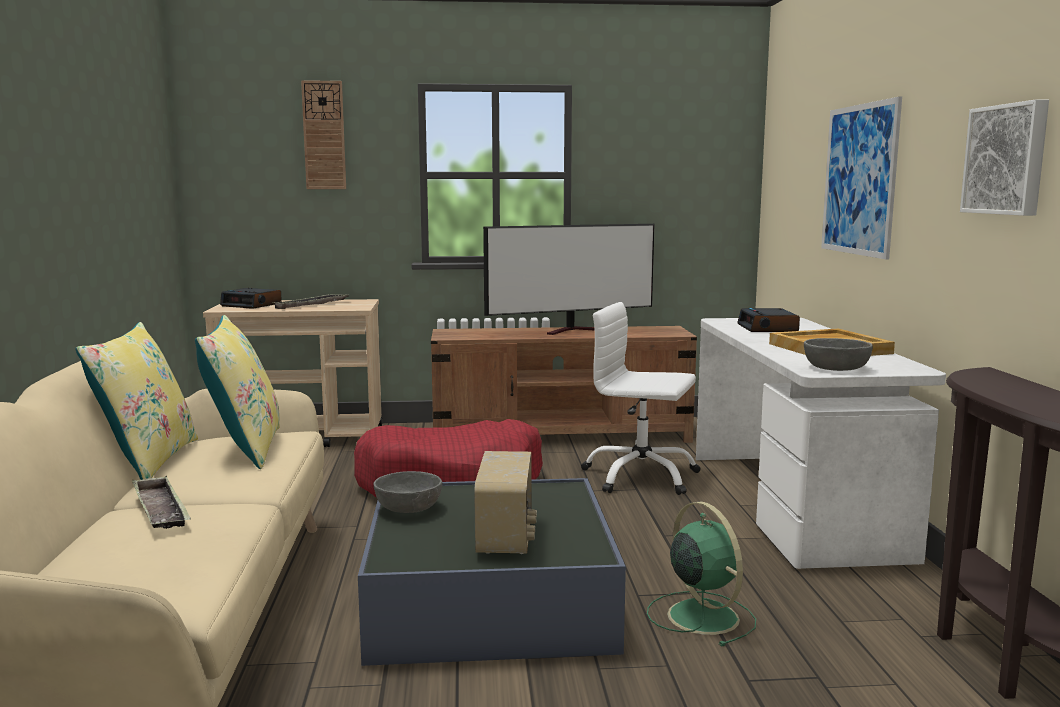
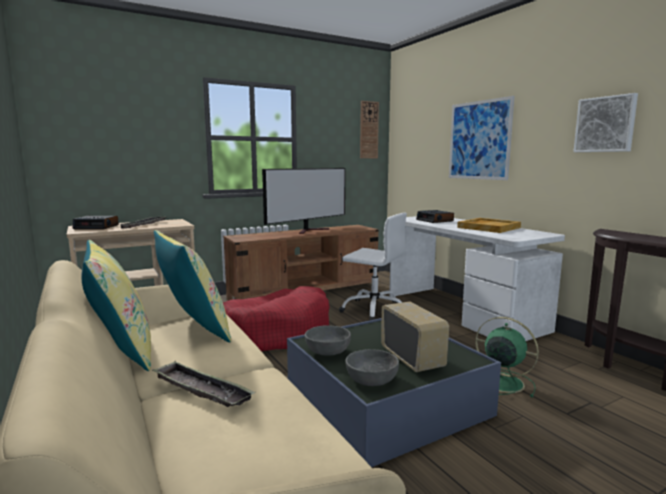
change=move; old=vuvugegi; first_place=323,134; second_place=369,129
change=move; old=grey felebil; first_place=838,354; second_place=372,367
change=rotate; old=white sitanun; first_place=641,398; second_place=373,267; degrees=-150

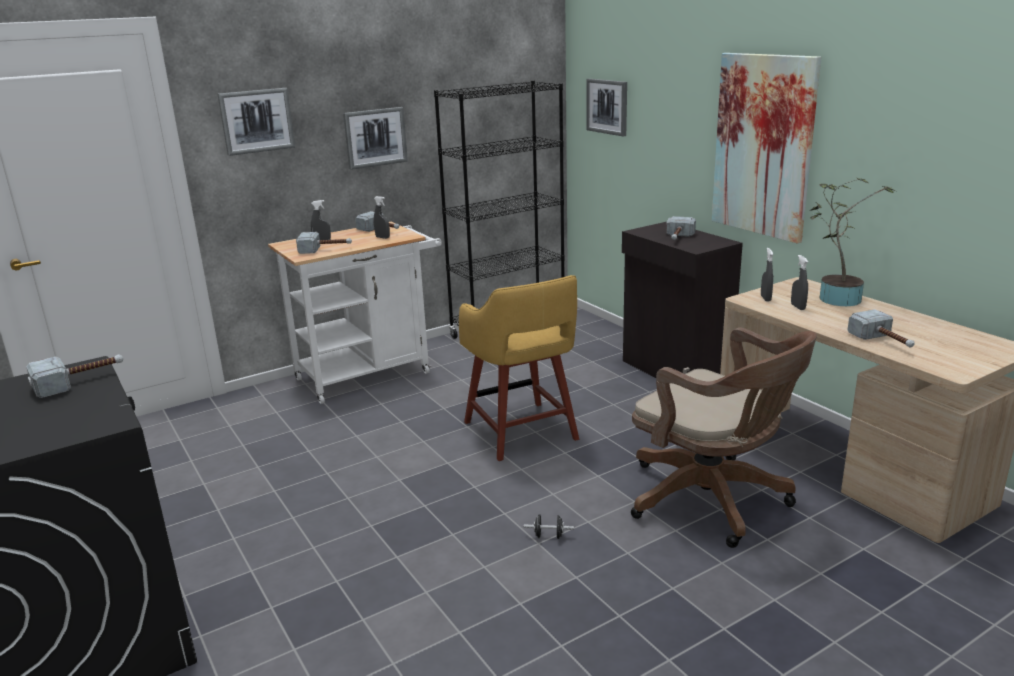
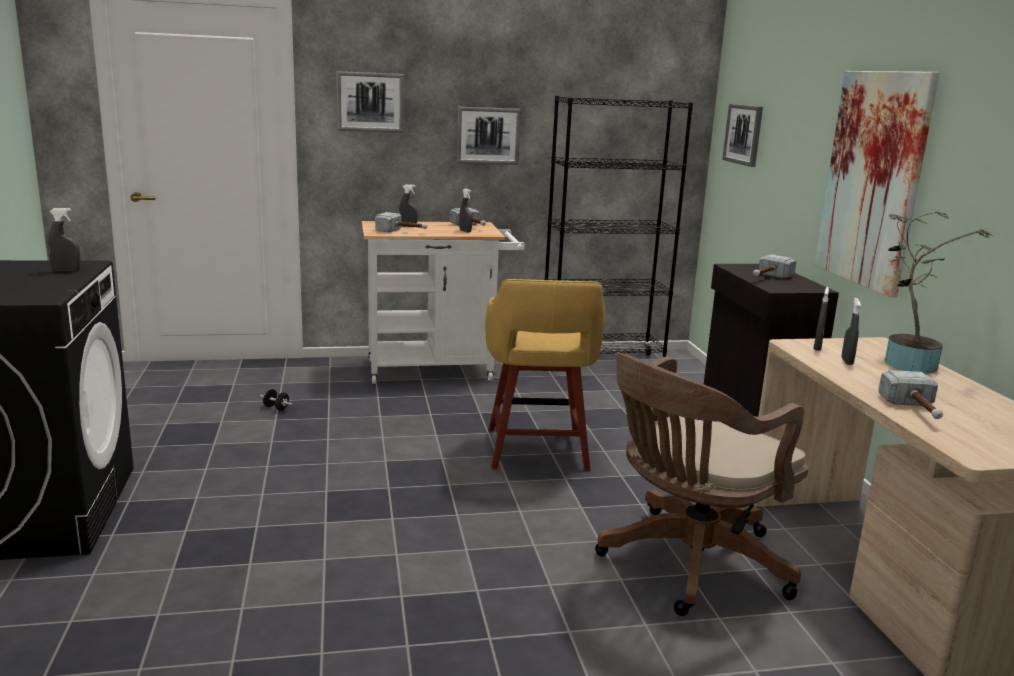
change=move; old=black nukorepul; first_place=549,526; second_place=276,400
change=replace; old=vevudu; new=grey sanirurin; first_place=74,376; second_place=64,240
change=rotate; old=brown sitanun; first_place=724,437; second_place=702,484; degrees=75

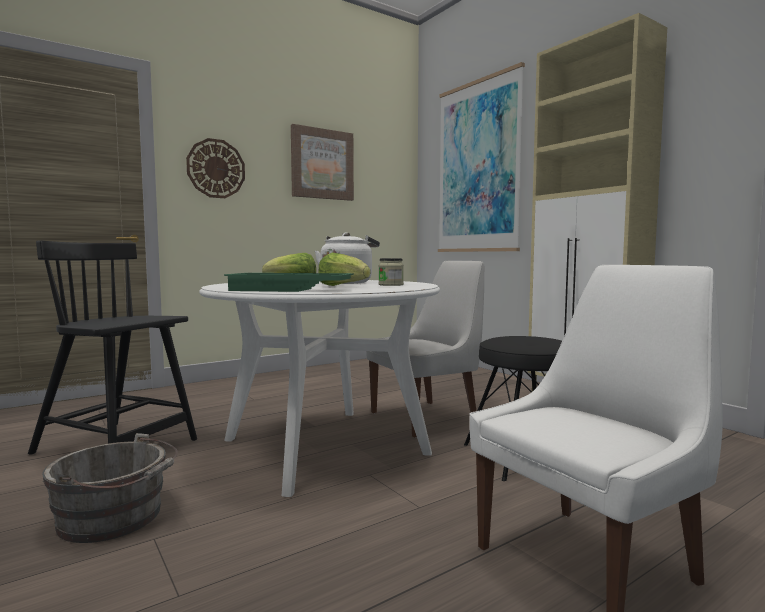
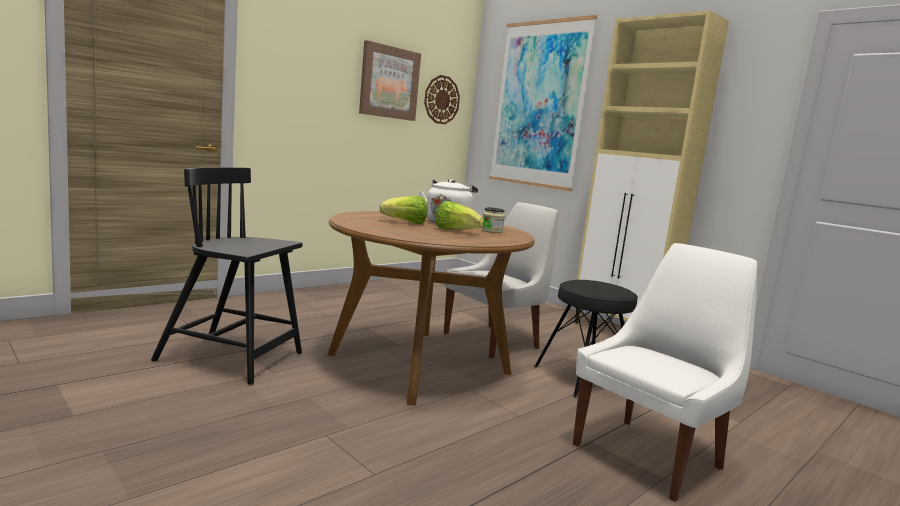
change=delete; old=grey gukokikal; first_place=110,488
change=delete; old=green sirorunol; first_place=289,282
change=move; old=vuvugegi; first_place=215,168; second_place=442,99
change=recolor; old=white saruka; new=brown saruka; first_place=319,388; second_place=431,308

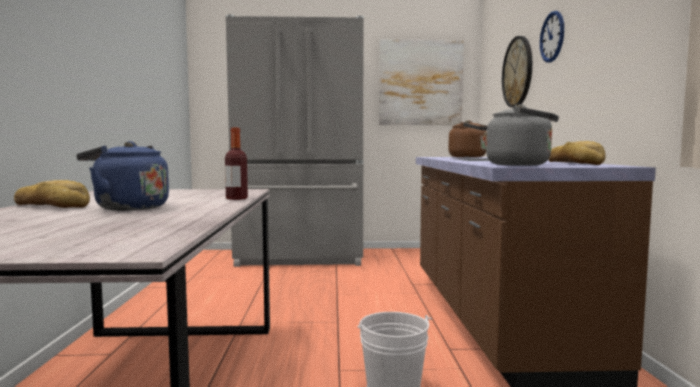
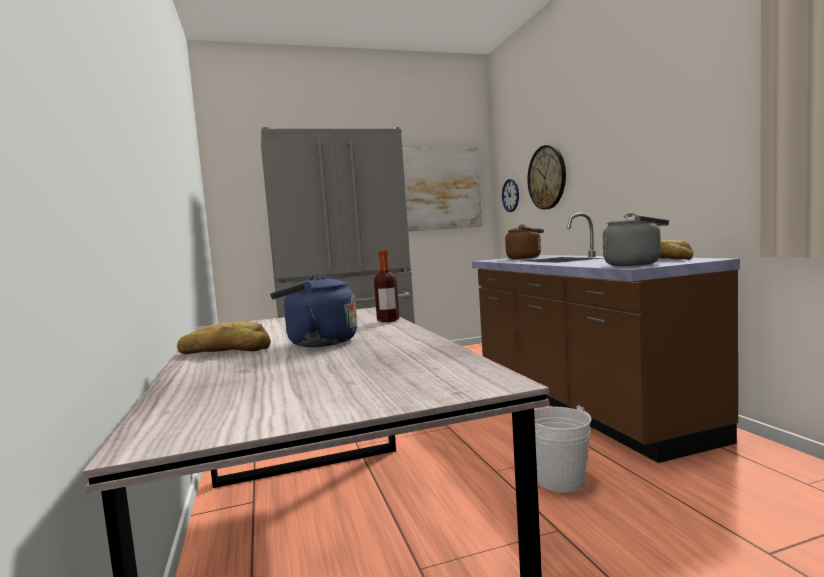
change=move; old=vuvugegi; first_place=552,36; second_place=510,195

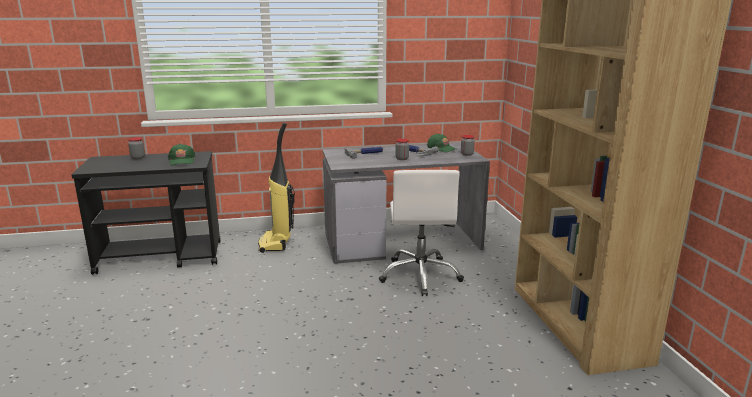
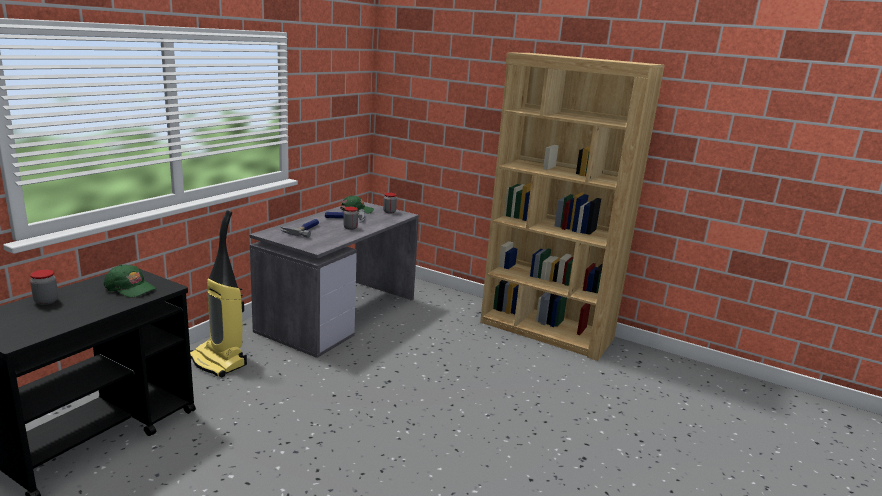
change=delete; old=white sitanun; first_place=421,233

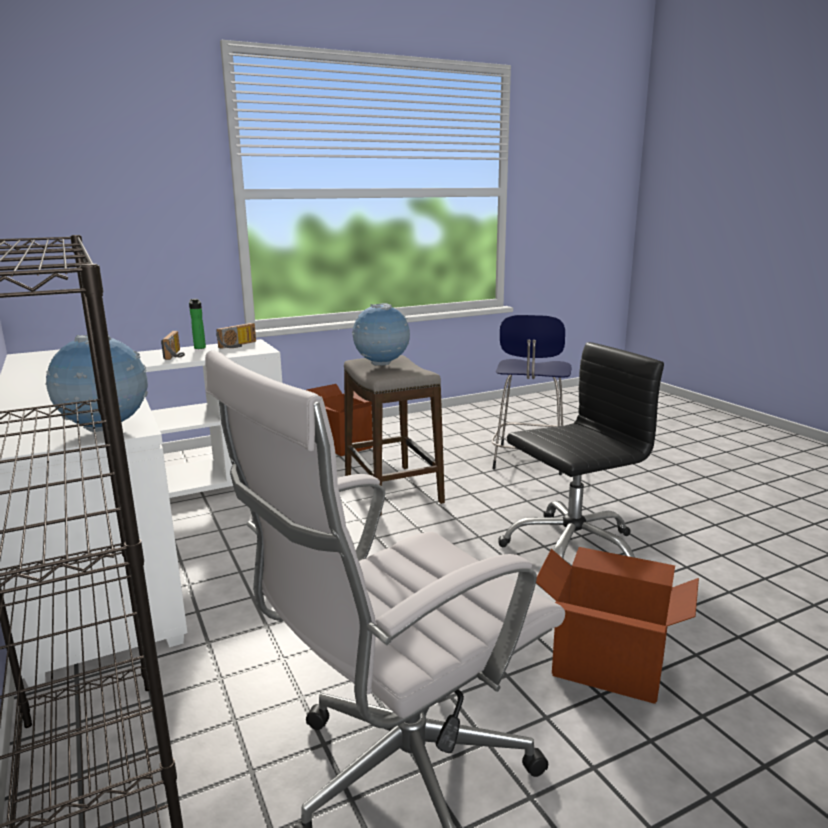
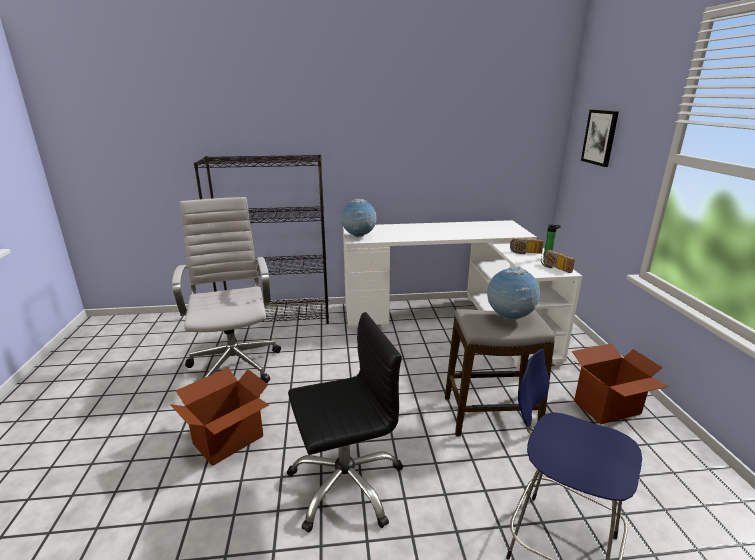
change=insert; new=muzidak; second_place=600,138
change=rotate; old=black sitanun; first_place=581,450; second_place=345,422; degrees=-105

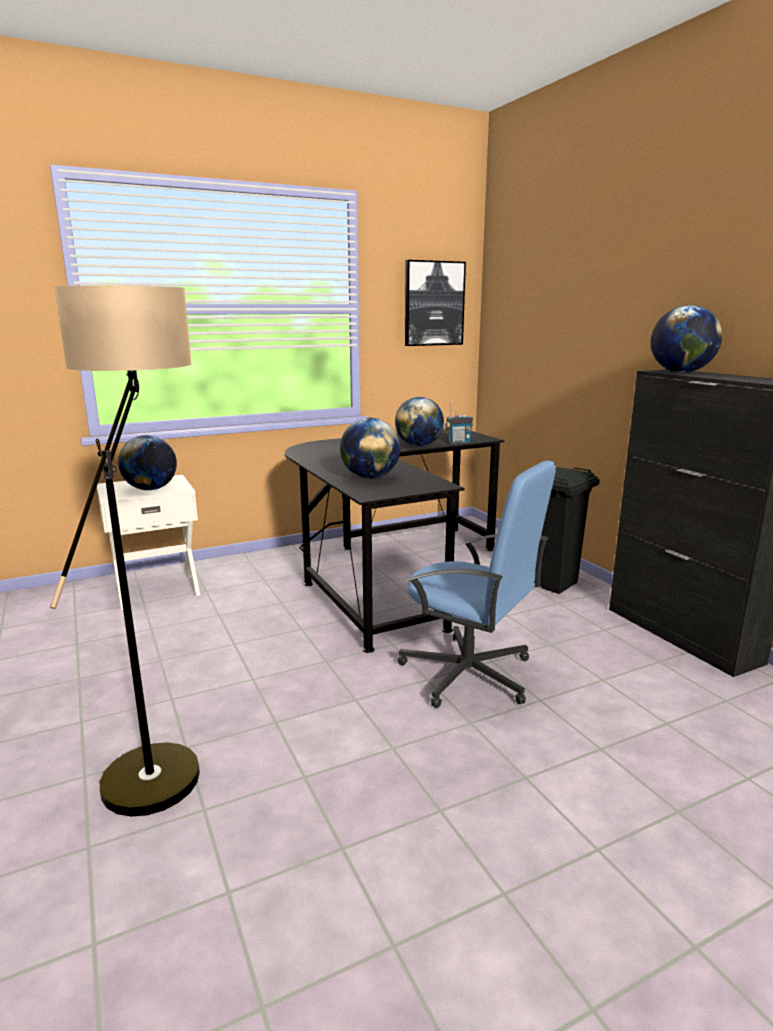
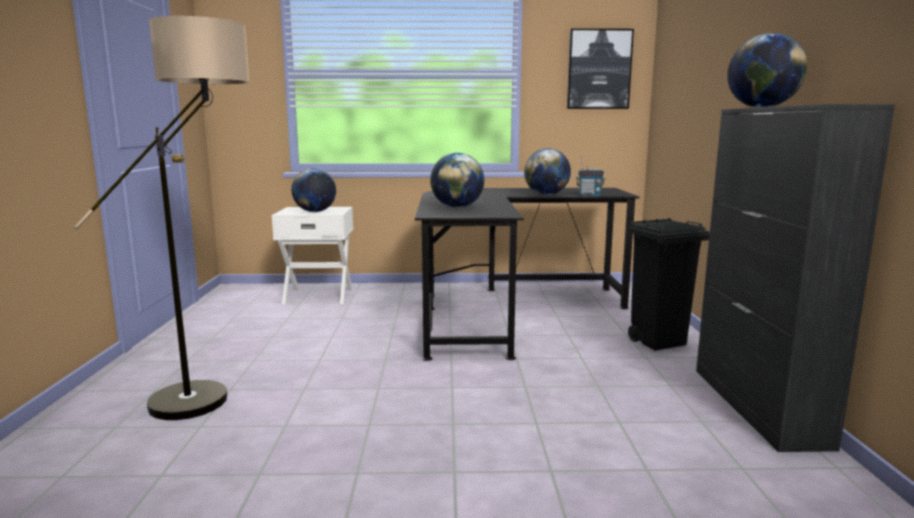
change=delete; old=blue sitanun; first_place=477,584

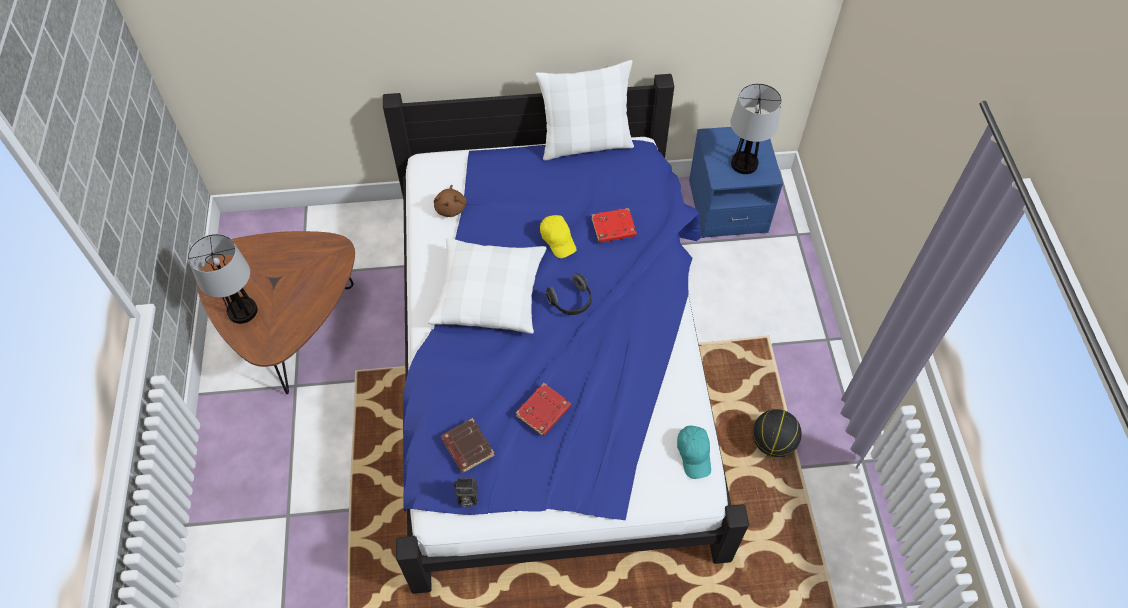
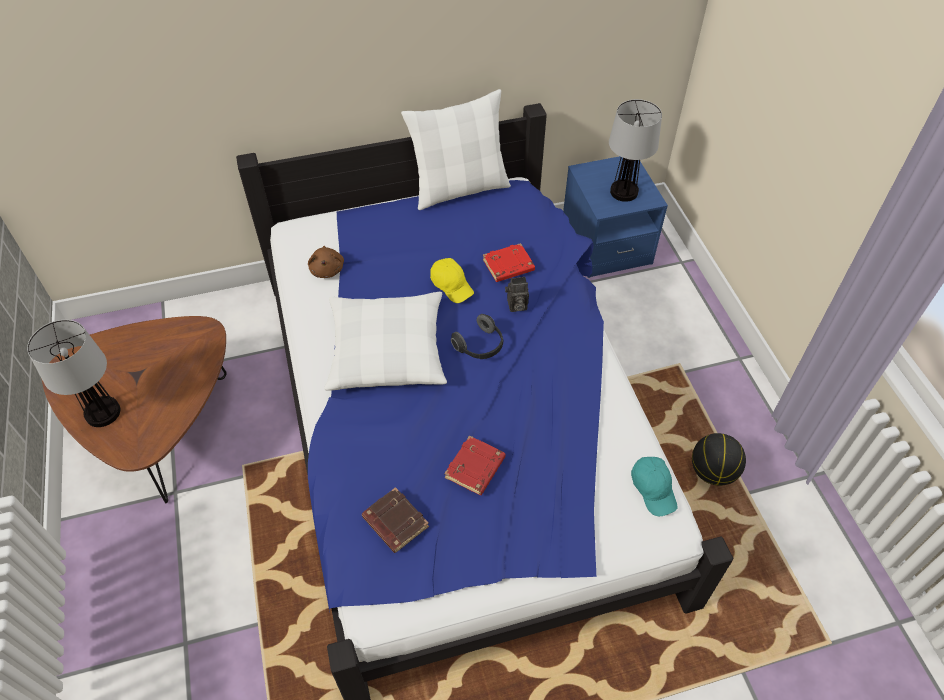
change=move; old=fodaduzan; first_place=466,492; second_place=517,294

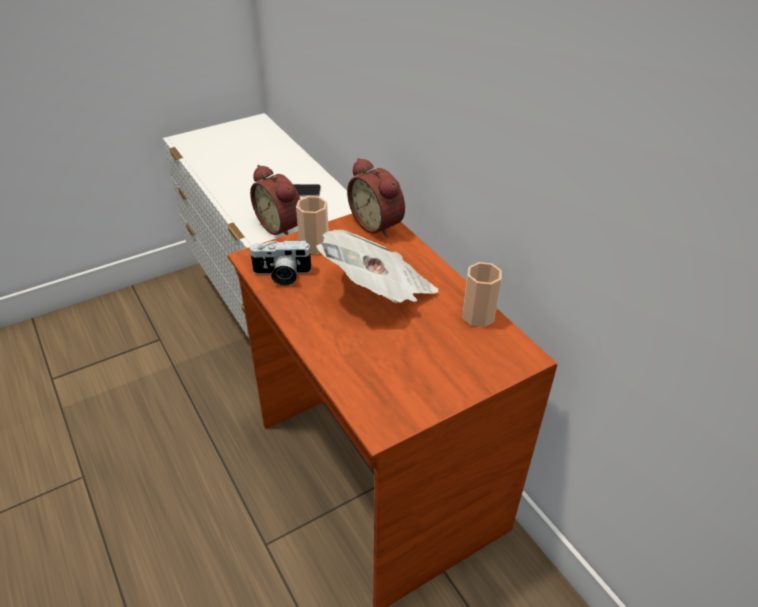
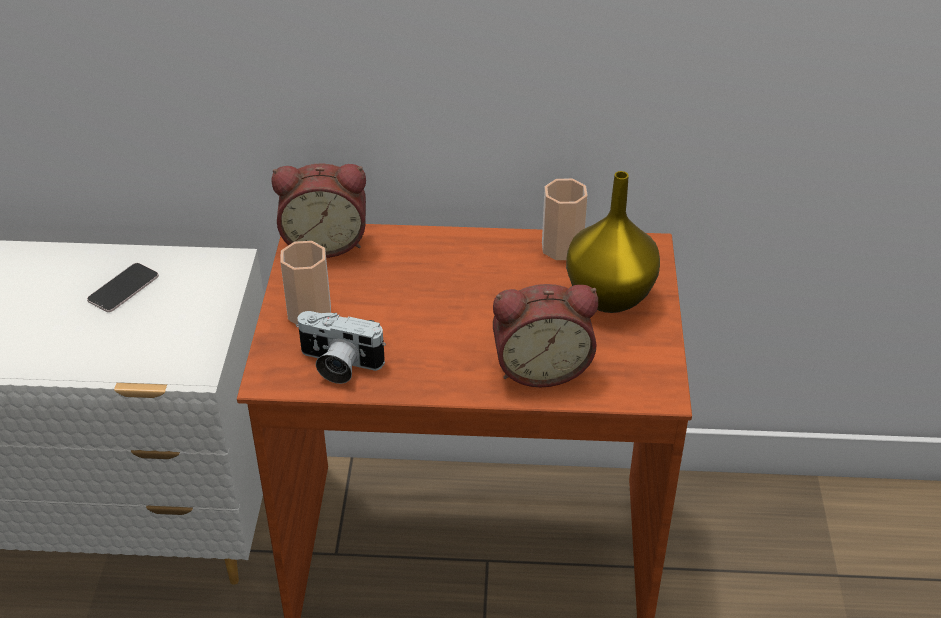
change=delete; old=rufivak; first_place=377,266
change=insert; new=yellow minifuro; second_place=613,242
change=move; old=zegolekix; first_place=275,200; second_place=545,335
change=rotate; old=fodaduzan; first_place=281,263; second_place=341,347; degrees=75

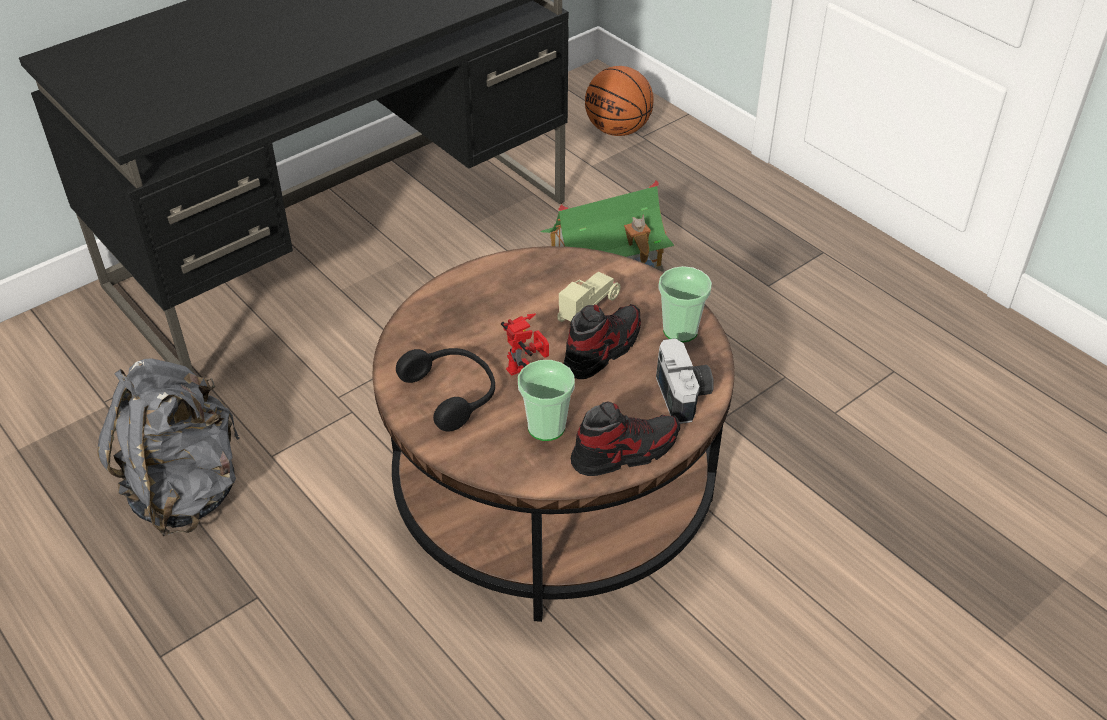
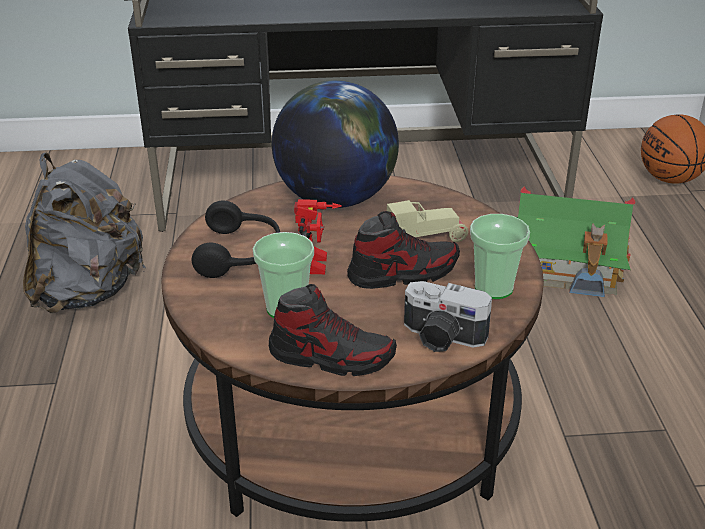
change=insert; new=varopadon; second_place=335,144
change=rotate; old=fodaduzan; first_place=685,381; second_place=448,316; degrees=90

